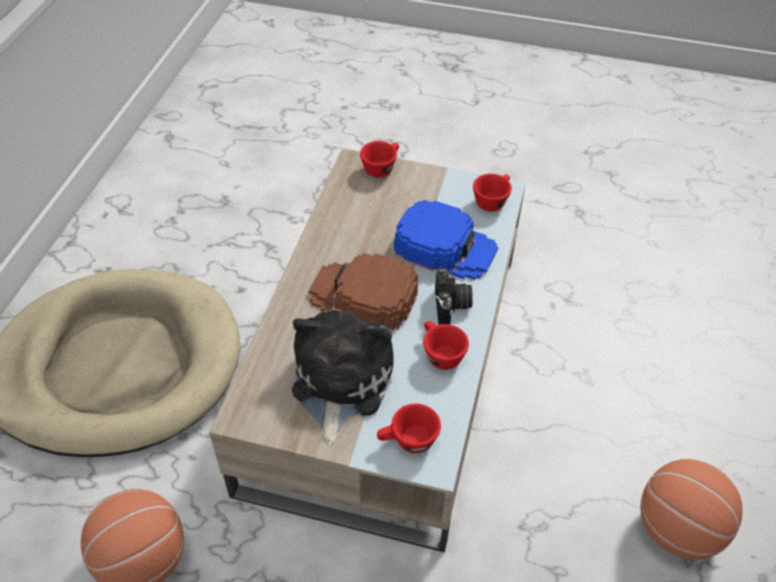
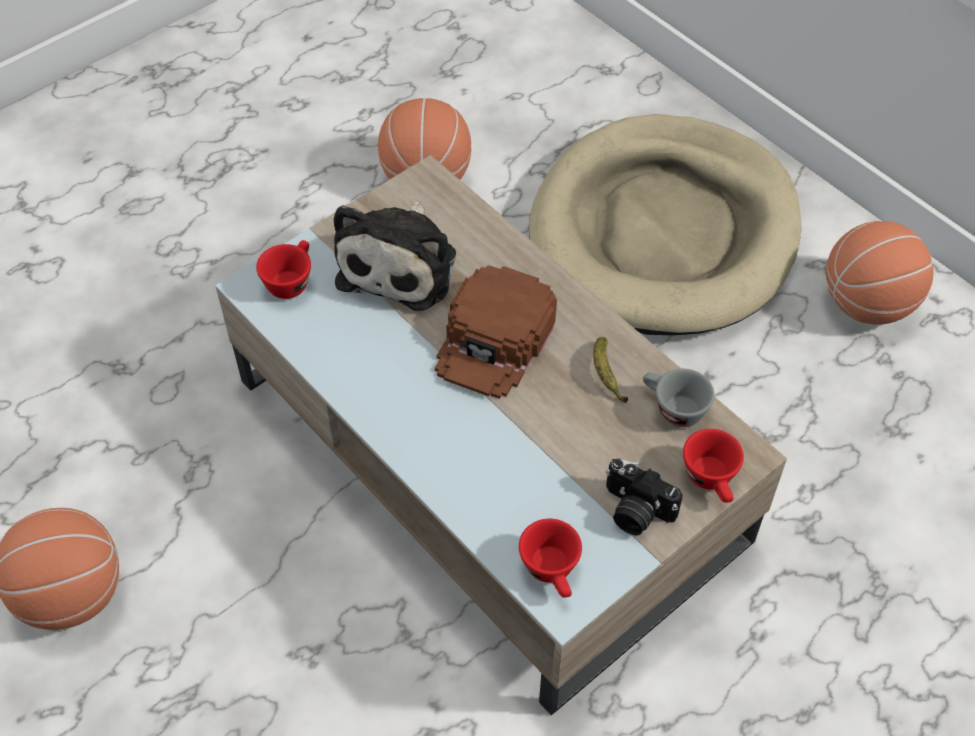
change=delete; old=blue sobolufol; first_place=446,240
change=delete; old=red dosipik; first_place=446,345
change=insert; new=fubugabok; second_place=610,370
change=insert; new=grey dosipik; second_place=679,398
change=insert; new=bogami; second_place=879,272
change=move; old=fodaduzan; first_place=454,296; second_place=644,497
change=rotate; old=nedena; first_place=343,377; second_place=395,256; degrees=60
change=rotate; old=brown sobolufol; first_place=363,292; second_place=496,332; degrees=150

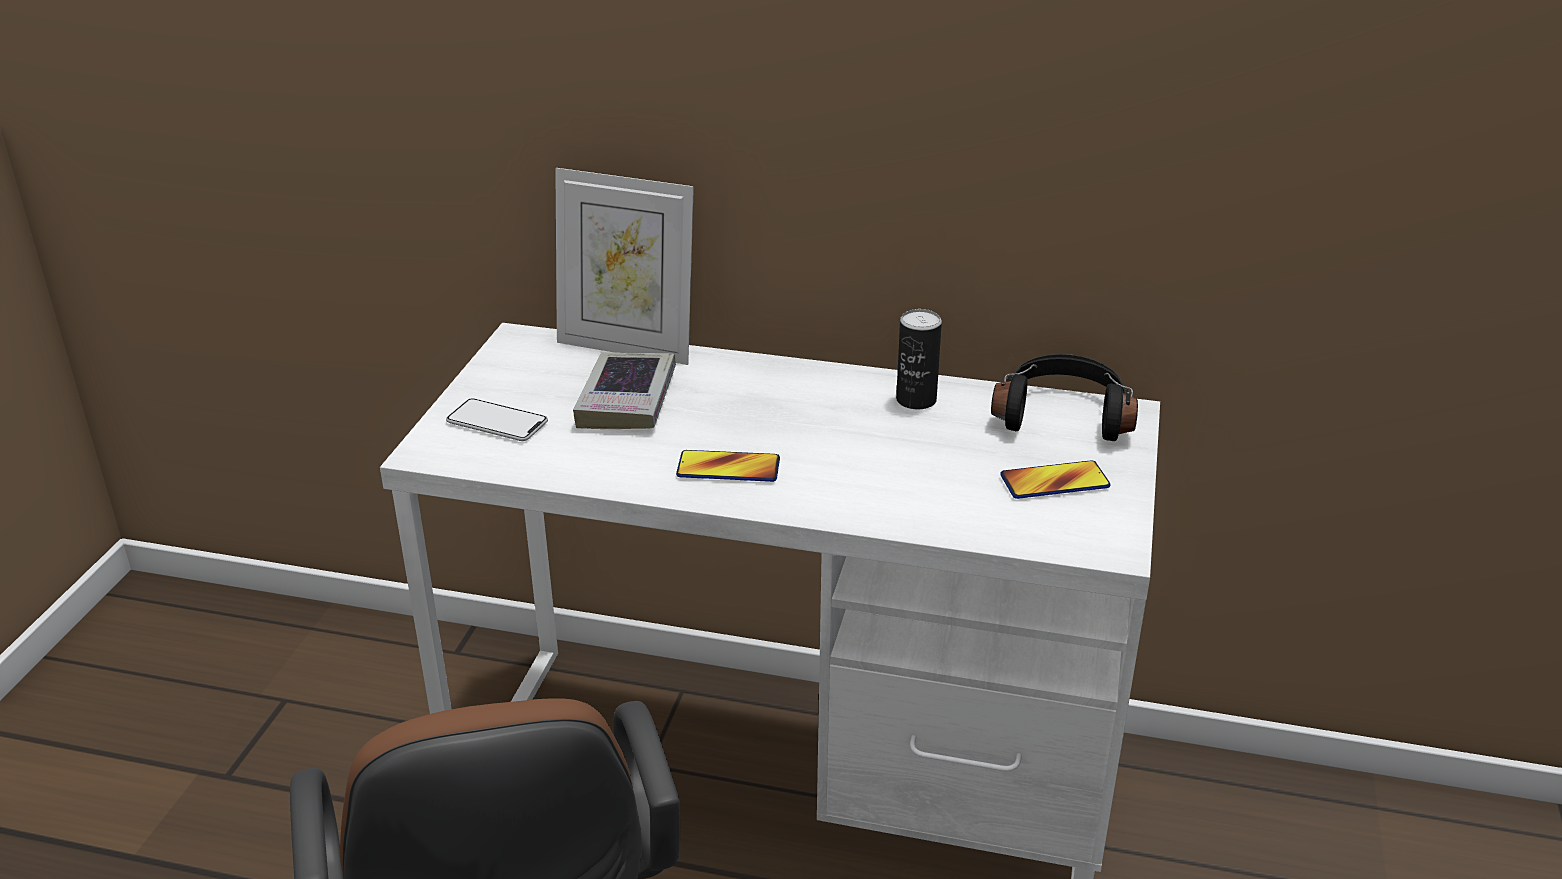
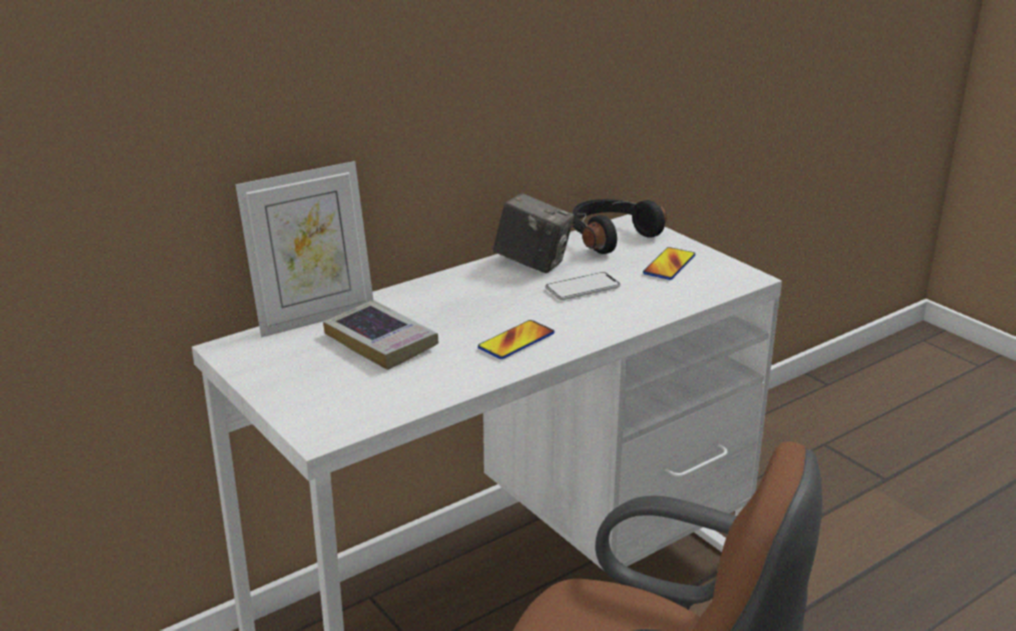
change=move; old=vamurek; first_place=497,419; second_place=583,286
change=replace; old=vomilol; new=fodaduzan; first_place=919,359; second_place=533,233

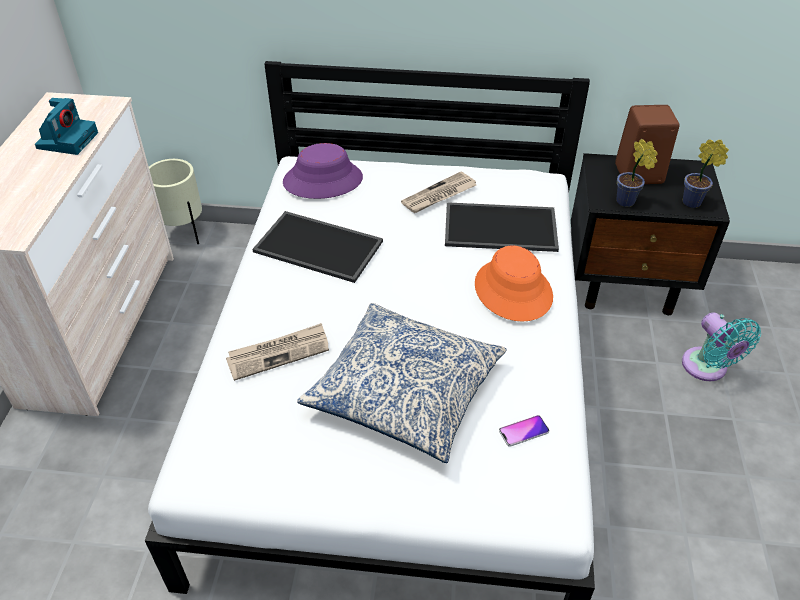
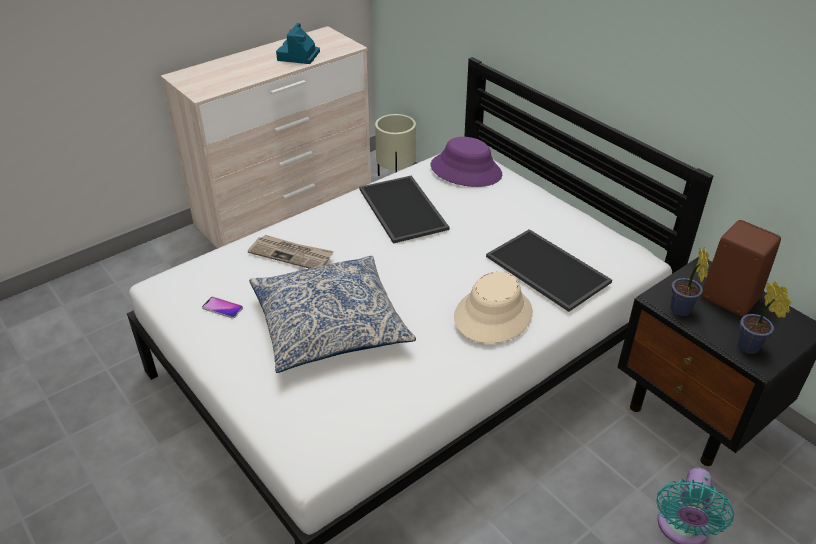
change=delete; old=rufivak; first_place=438,192
change=move; old=vamurek; first_place=524,431; second_place=222,308
change=recolor; old=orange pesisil; new=beige pesisil; first_place=514,283; second_place=493,307
change=rotate; old=fodaduzan; first_place=66,126; second_place=298,43; degrees=135

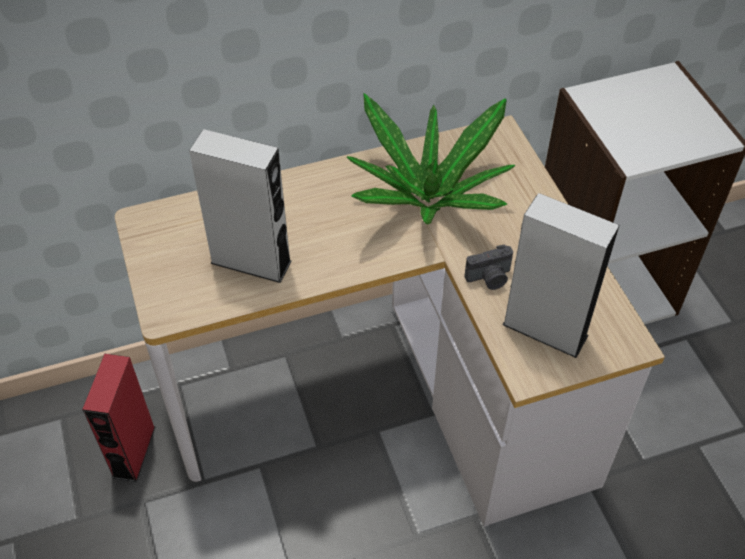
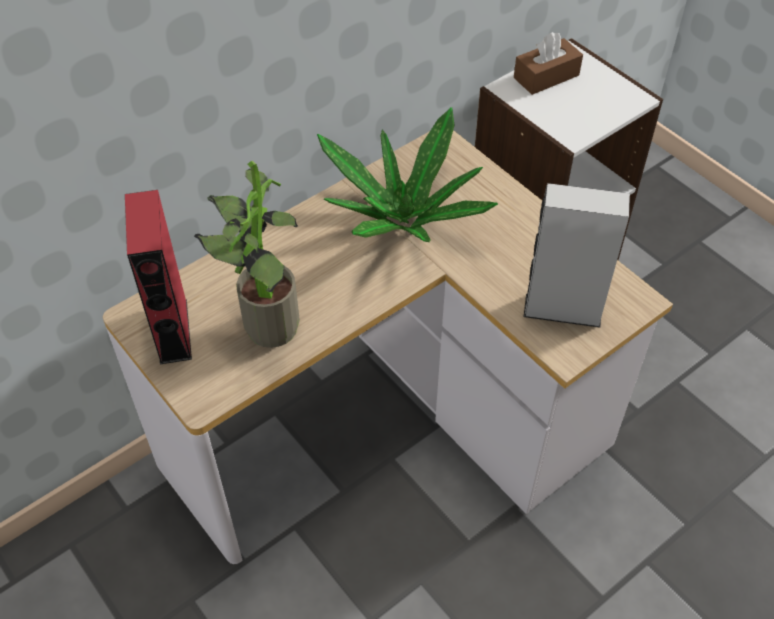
change=delete; old=fodaduzan; first_place=488,267
change=insert; new=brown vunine; second_place=548,63
change=move; old=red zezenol; first_place=118,418; second_place=158,277
change=replace; old=grey zezenol; new=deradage; first_place=240,206; second_place=247,254

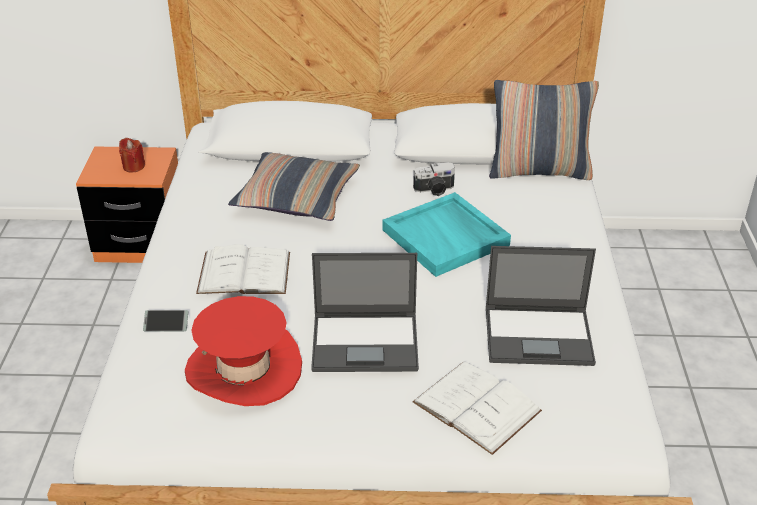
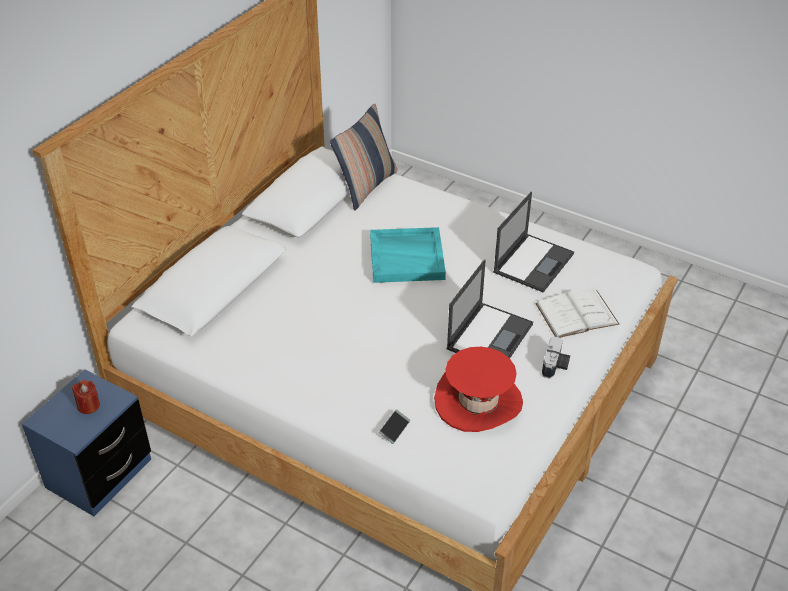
change=delete; old=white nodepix; first_place=243,269
change=delete; old=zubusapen; first_place=294,186
change=move; old=fodaduzan; first_place=434,179; second_place=556,357
change=recolor; old=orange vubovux; new=blue vubovux; first_place=127,205; second_place=86,443

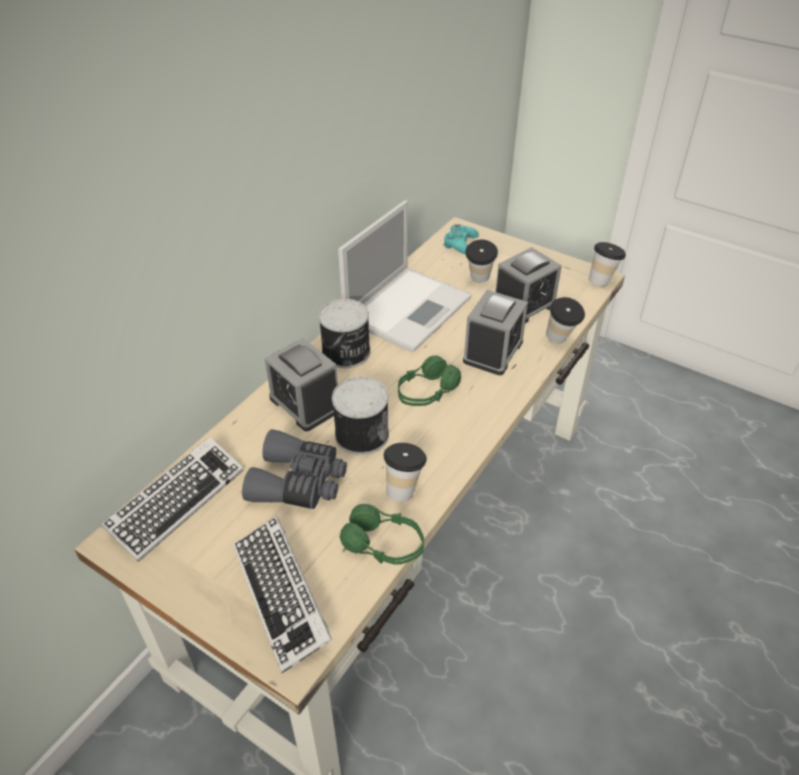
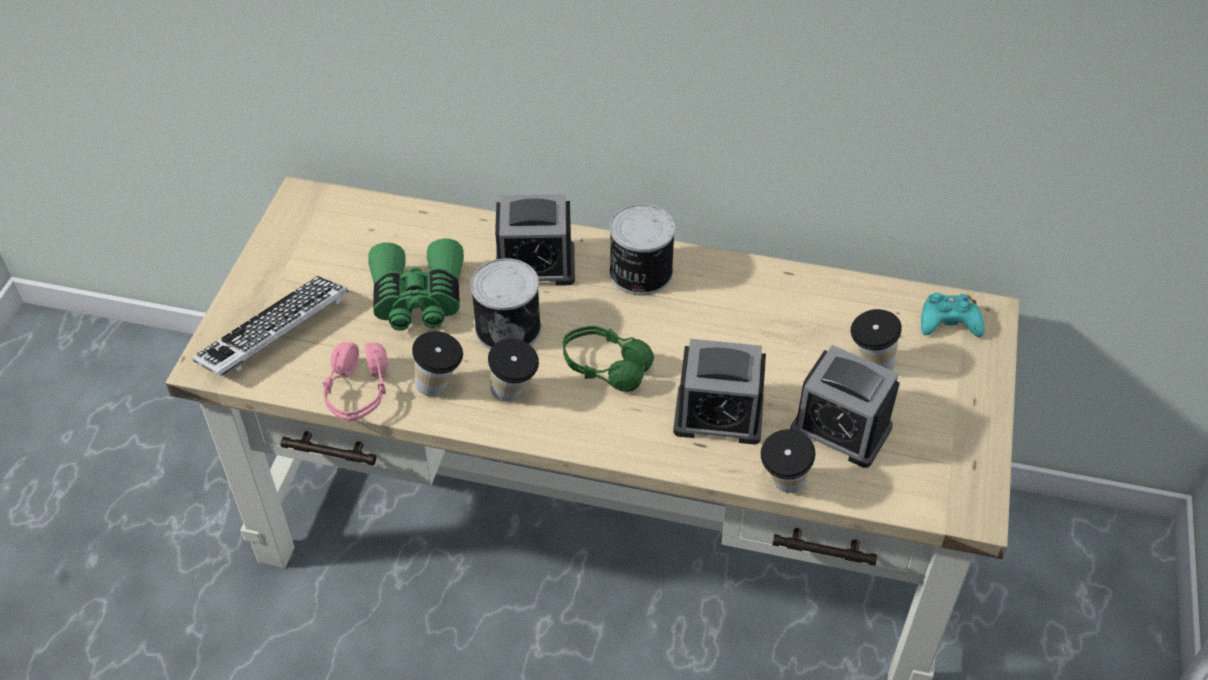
change=delete; old=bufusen; first_place=172,499
change=delete; old=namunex; first_place=405,276
change=move; old=dosipik; first_place=607,264; second_place=513,370
change=recolor; old=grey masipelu; new=green masipelu; first_place=294,469; second_place=416,284
change=recolor; old=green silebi; new=pink silebi; first_place=382,534; second_place=356,381
change=rotate; old=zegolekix; first_place=301,384; second_place=535,240; degrees=-120

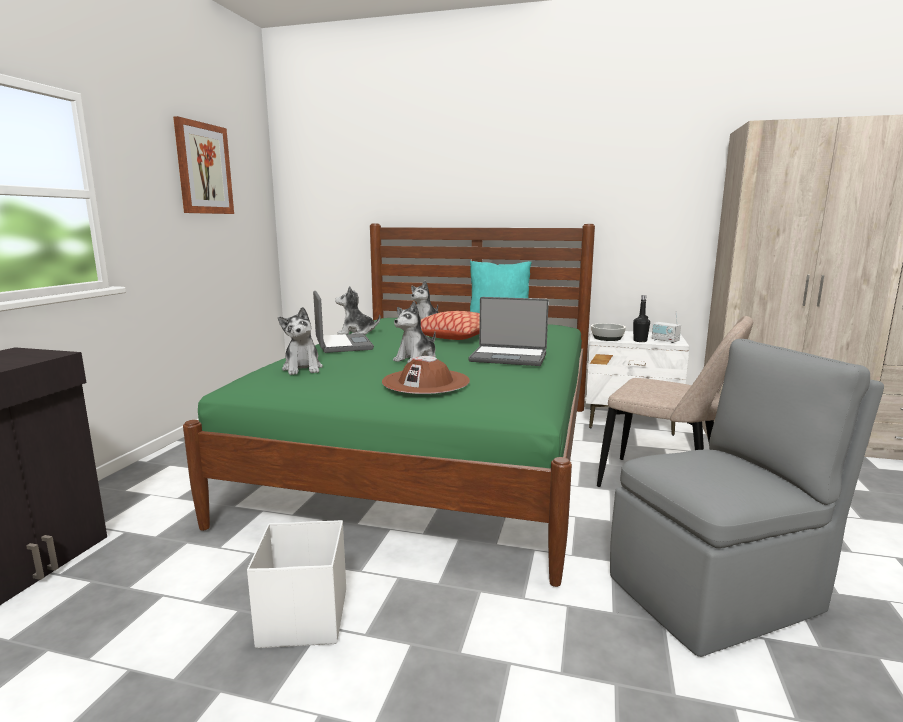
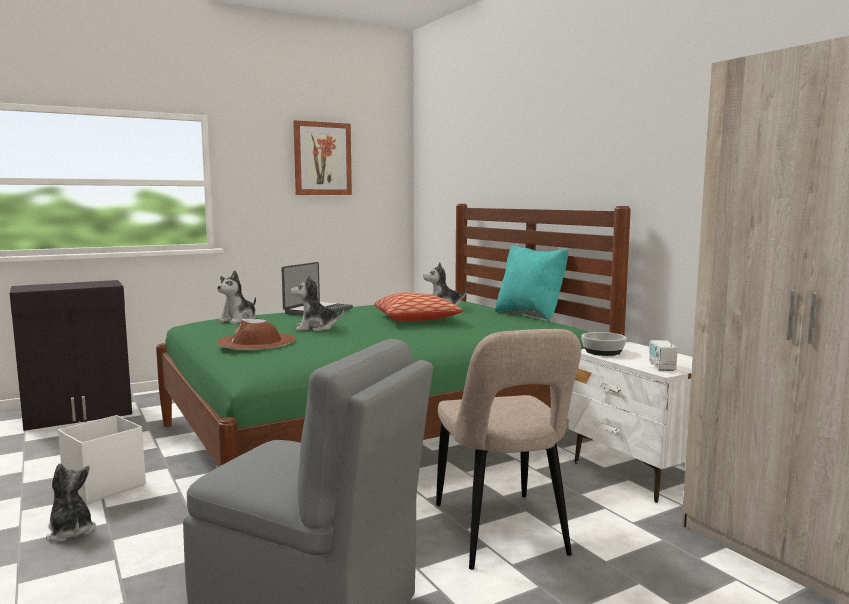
change=delete; old=namunex; first_place=508,331
change=delete; old=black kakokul; first_place=641,318
change=move; old=nedena; first_place=357,310; second_place=71,502

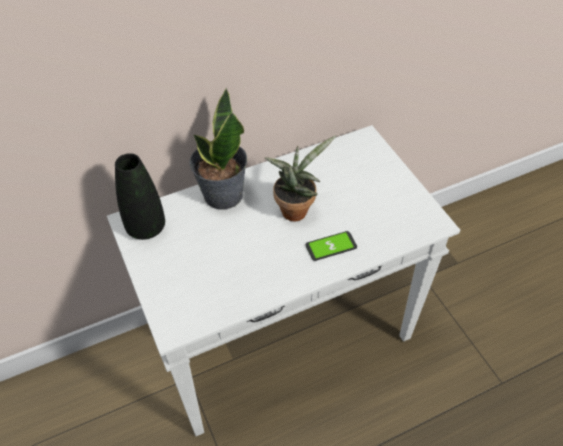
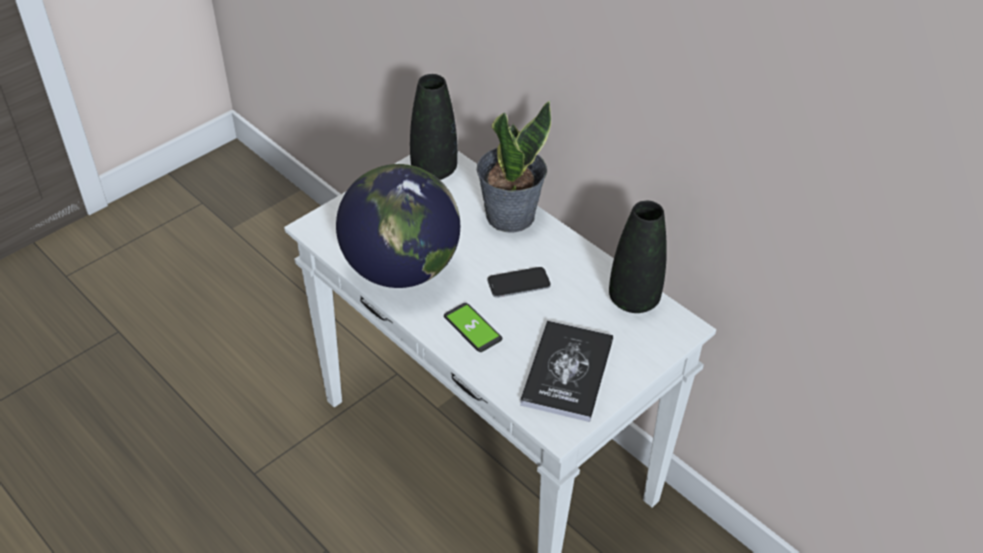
change=insert; new=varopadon; second_place=398,226
change=insert; new=nodepix; second_place=566,371
change=insert; new=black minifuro; second_place=638,256
change=replace; old=deradage; new=vamurek; first_place=300,178; second_place=519,282

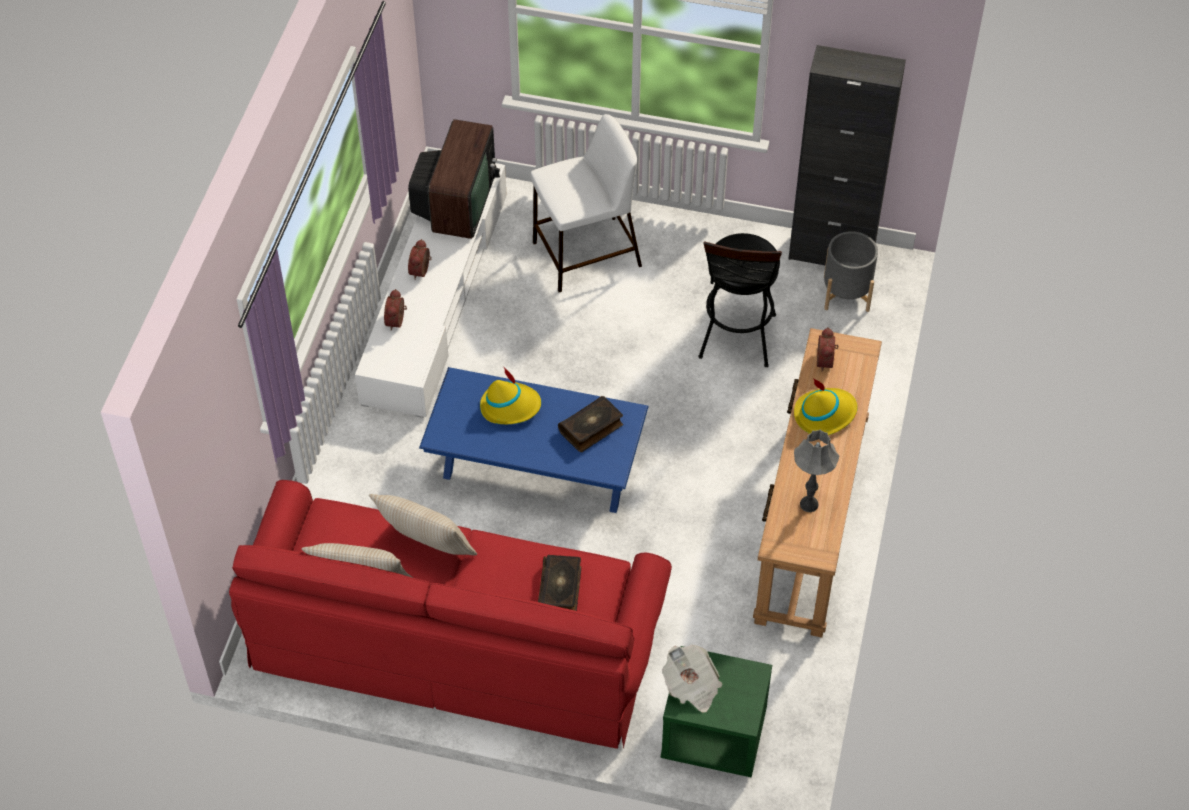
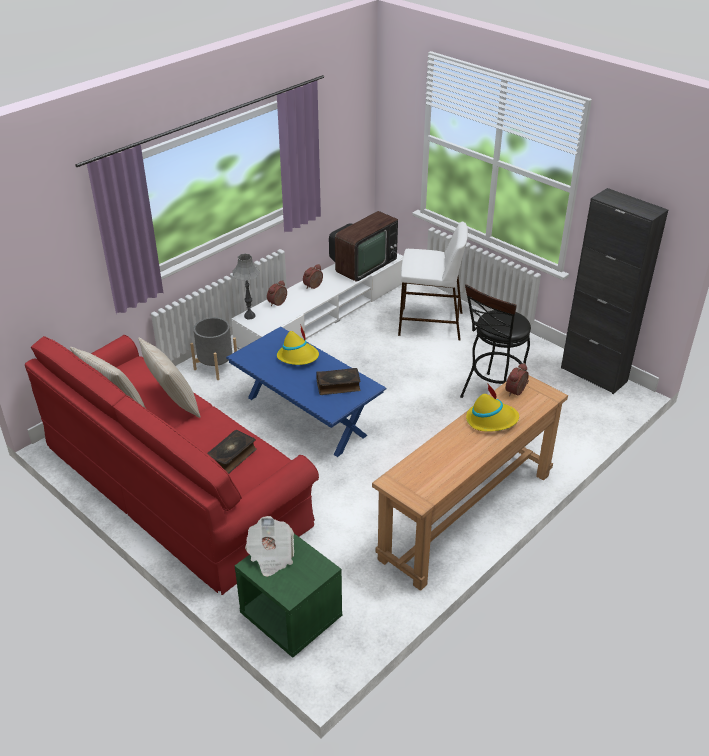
change=move; old=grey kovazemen; first_place=816,471; second_place=246,286
change=move; old=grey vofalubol; first_place=851,271; second_place=213,348

